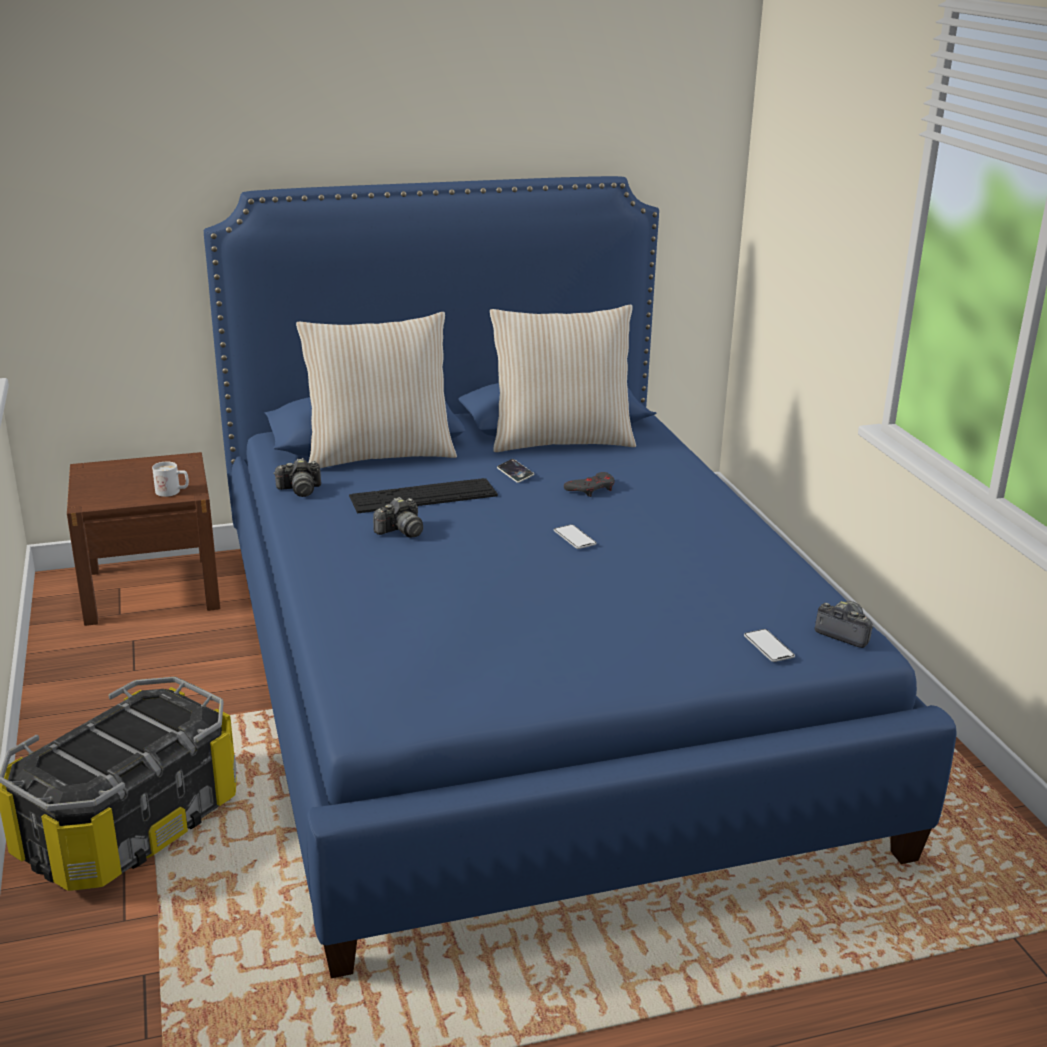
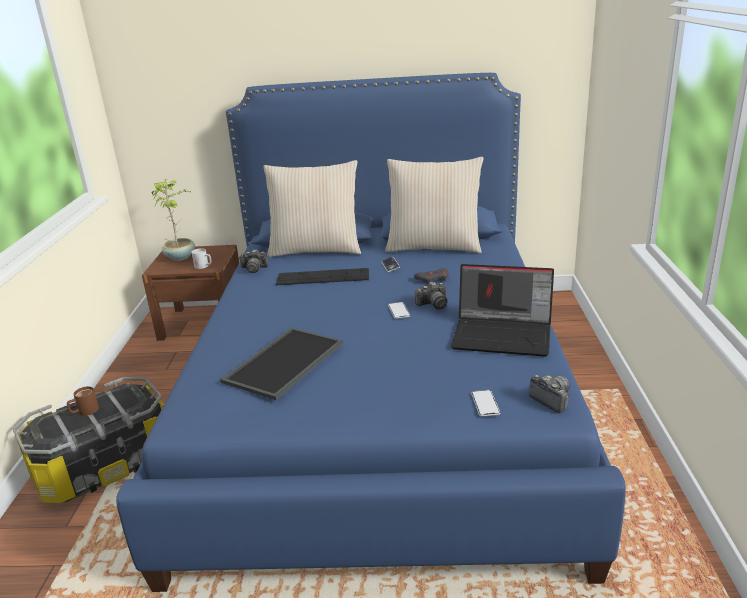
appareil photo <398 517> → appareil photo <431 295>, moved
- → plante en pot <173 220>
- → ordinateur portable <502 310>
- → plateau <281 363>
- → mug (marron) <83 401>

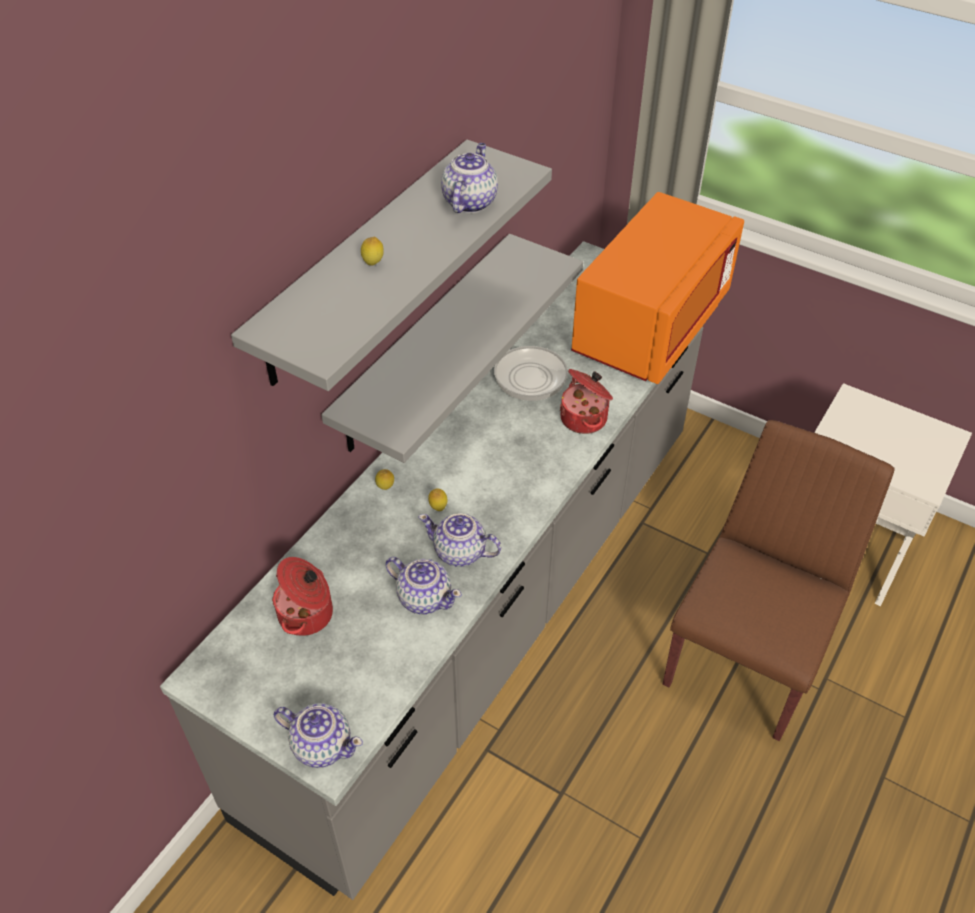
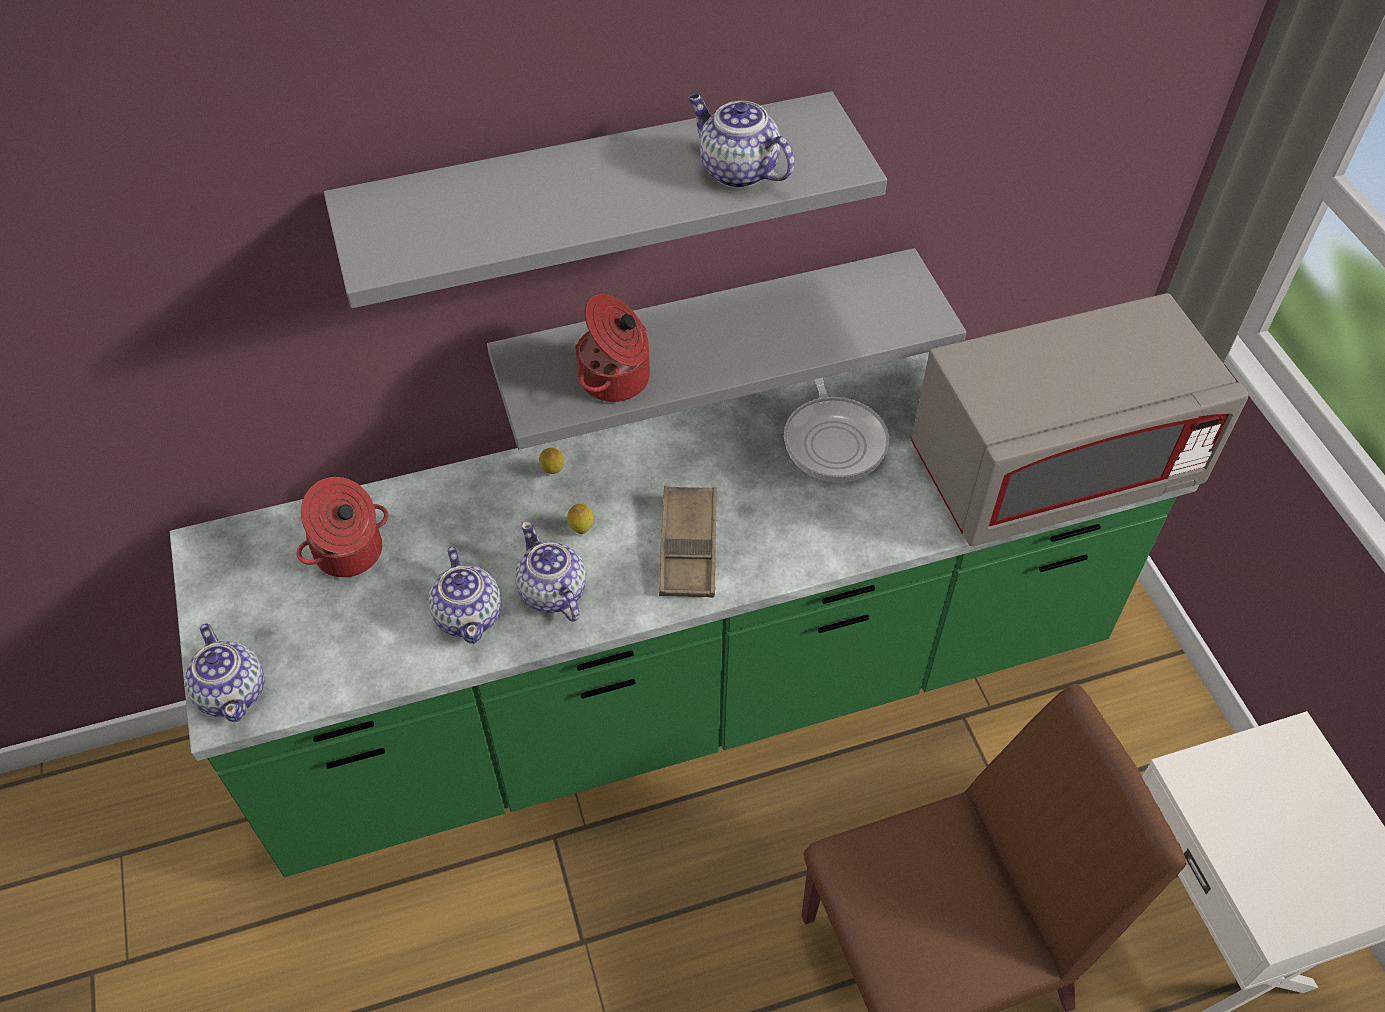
théière <469 178> → théière <741 141>, 105 degrees counterclockwise
micro-ondes (orange) <657 288> → micro-ondes (gris) <1079 419>
citron <372 251> → -
comptoir de cuisine (gris) <431 570> → comptoir de cuisine (vert) <684 614>
marmite <586 401> → marmite <612 348>, moved
- → plateau (marron) <688 542>

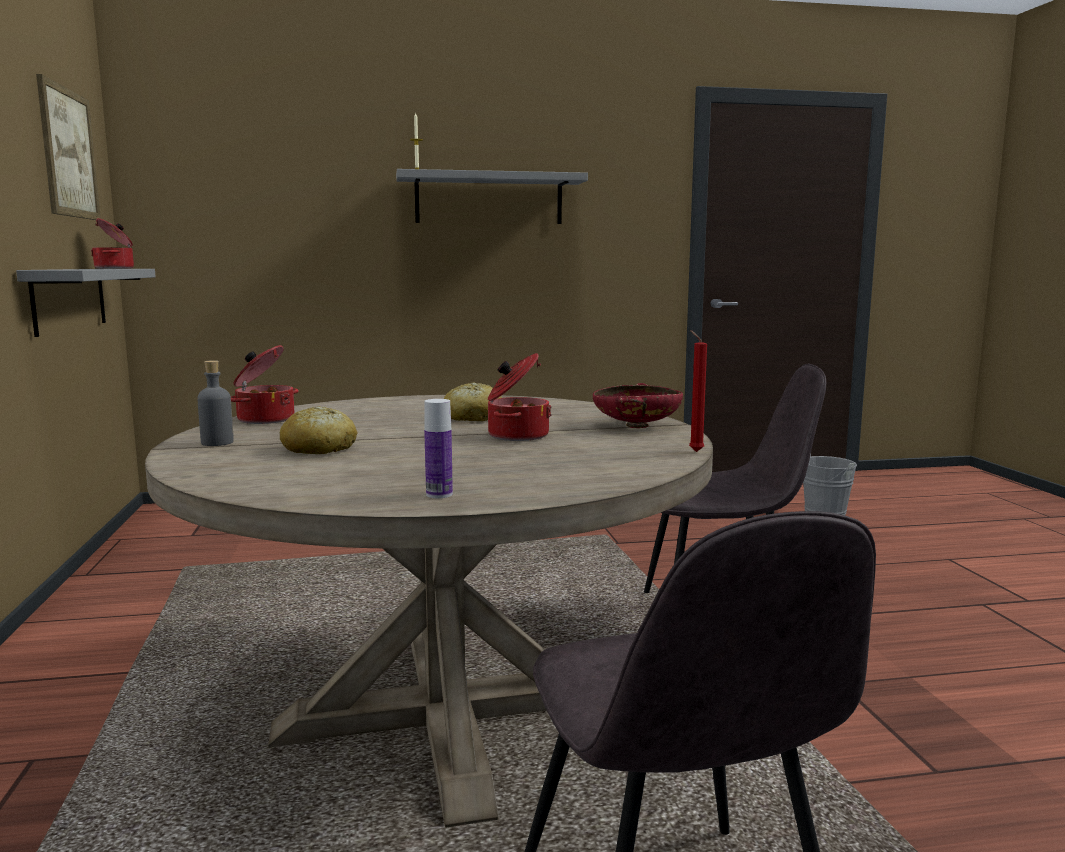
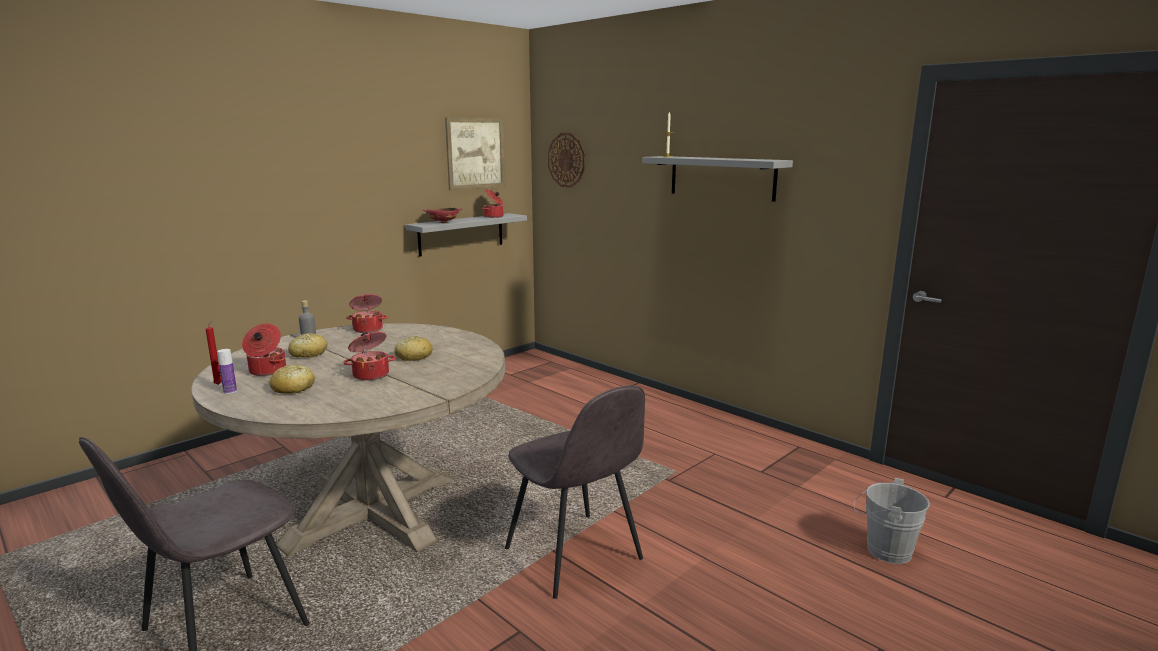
bougie (rouge) <698 391> → bougie (rouge) <214 352>, moved
bol (rouge) <638 405> → bol (rouge) <442 215>, moved
- → horloge murale <566 160>
- → marmite <264 350>
- → pain <292 379>

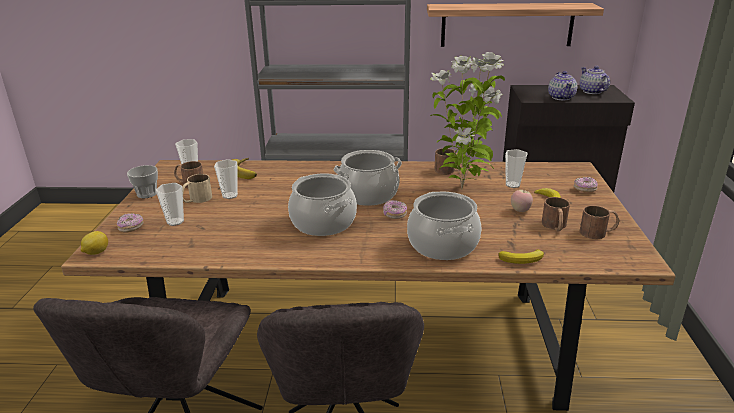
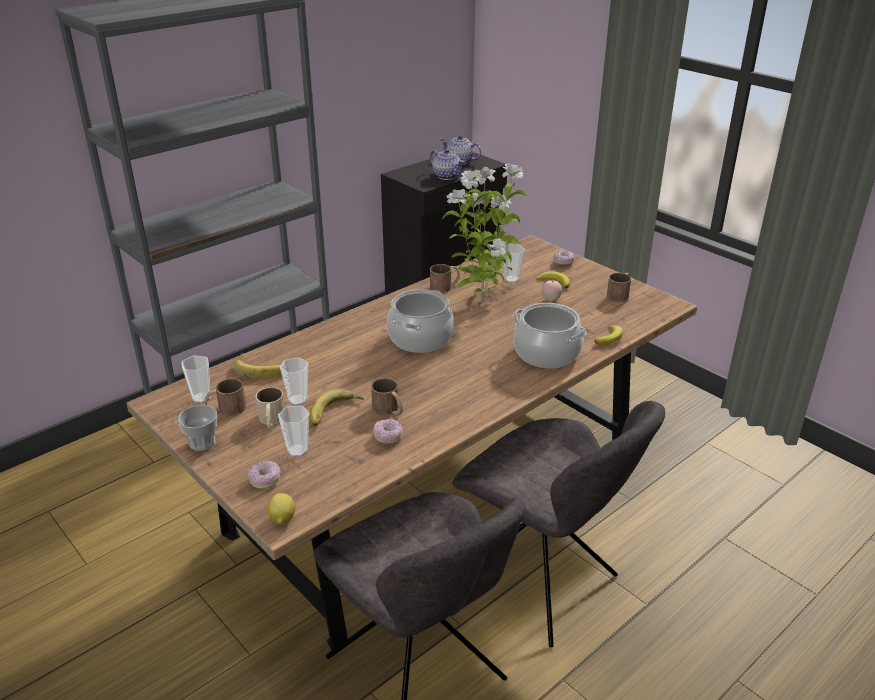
étagère <515 25> → -
marmite <322 204> → -
mug (marron) <556 214> → mug (marron) <387 396>, moved
beignet <395 209> → beignet <388 431>, moved
- → banane <336 407>

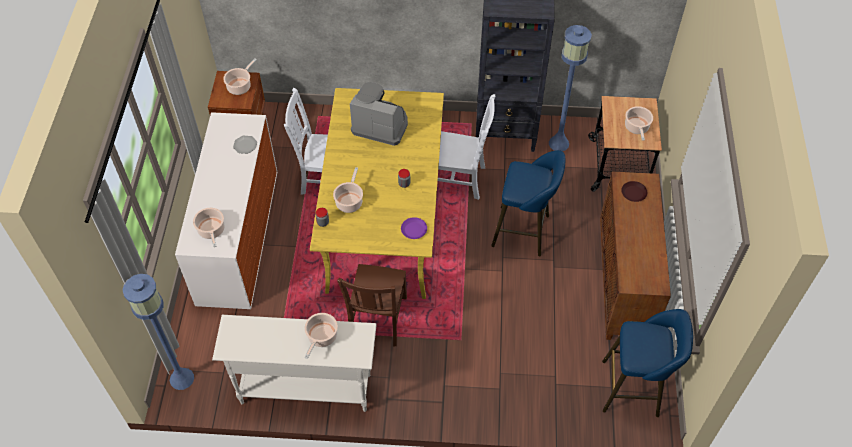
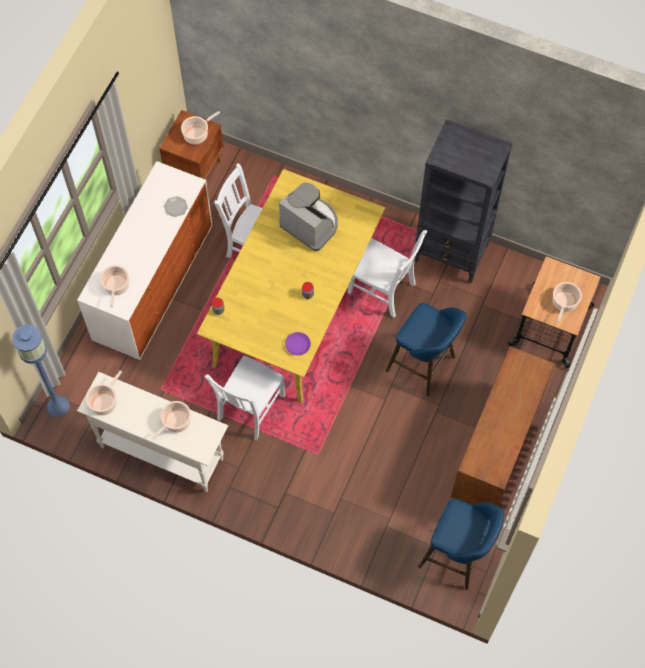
lampadaire (bleu) <570 88> → -
marmite <348 190> → marmite <104 393>, moved
assiette (marron) <634 191> → -
chaise (marron) <372 305> → chaise (blanc) <245 397>

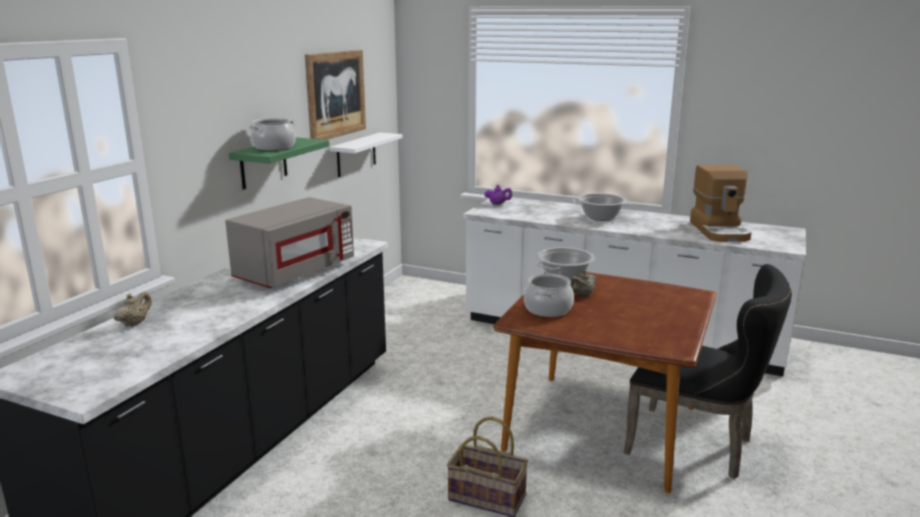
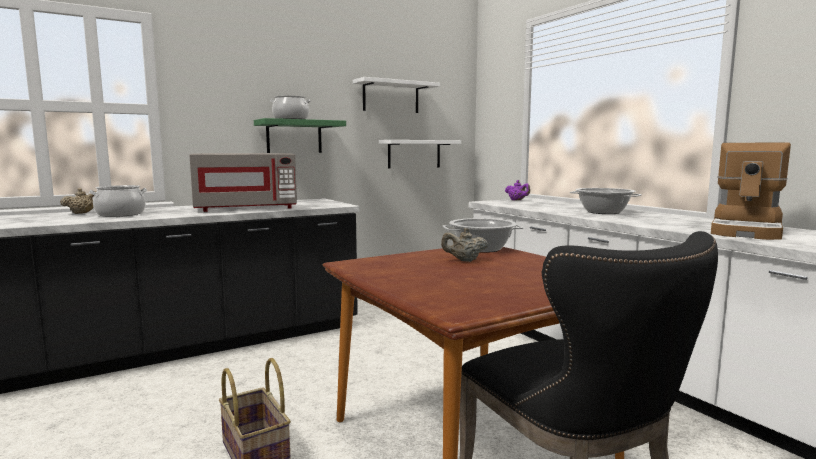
tableau <335 95> → étagère (blanc) <396 95>
marmite <549 295> → marmite <118 201>, moved

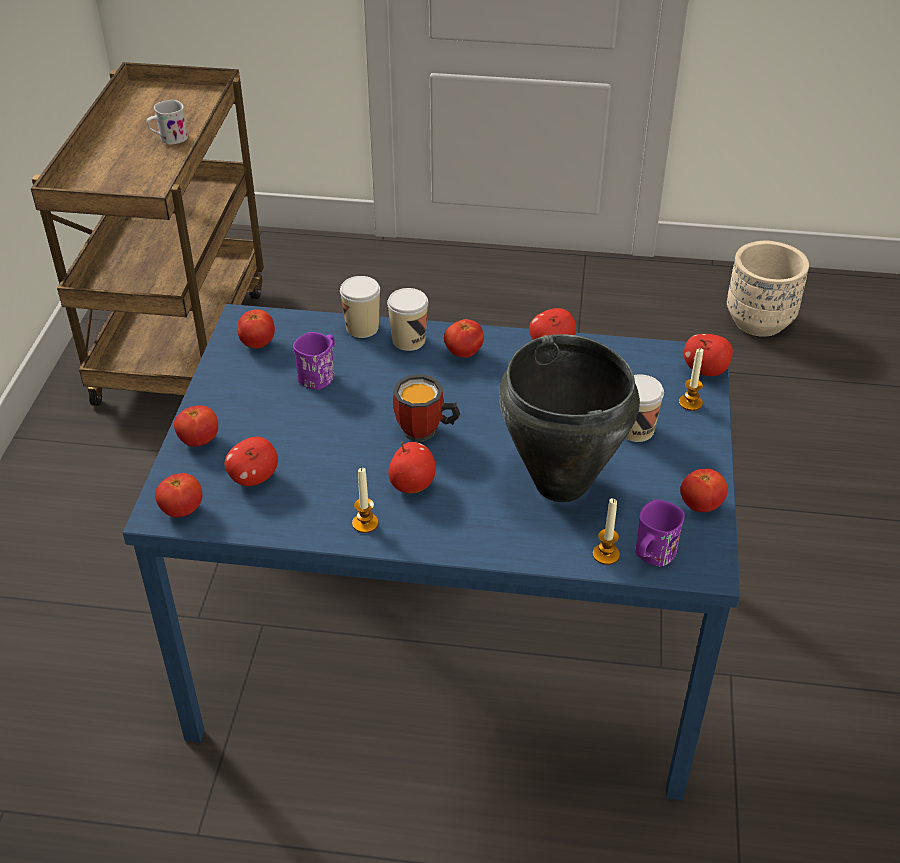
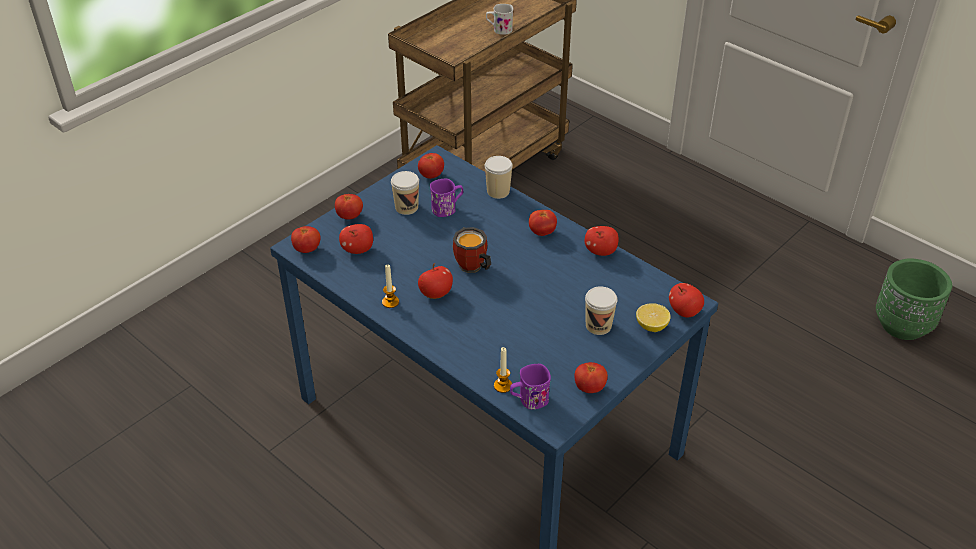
cache-pot (beige) <768 289> → cache-pot (vert) <914 299>
tasse <407 319> → tasse <405 193>, moved
marmite (noir) <569 418> → -
bougie <691 379> → citron <653 317>

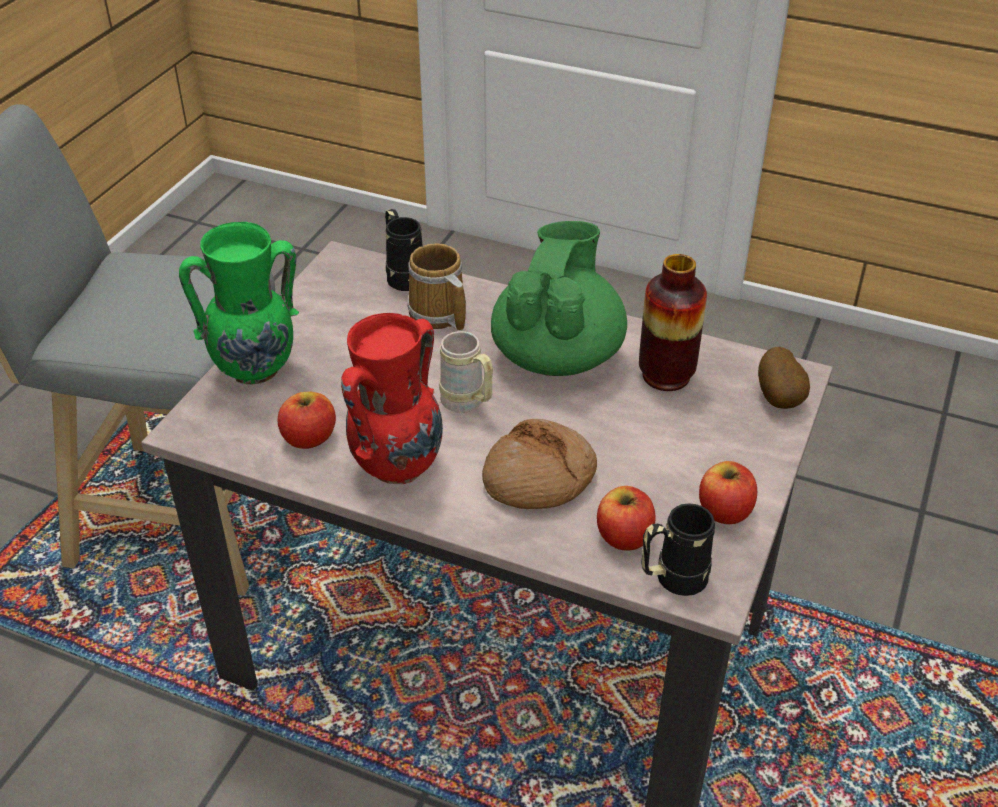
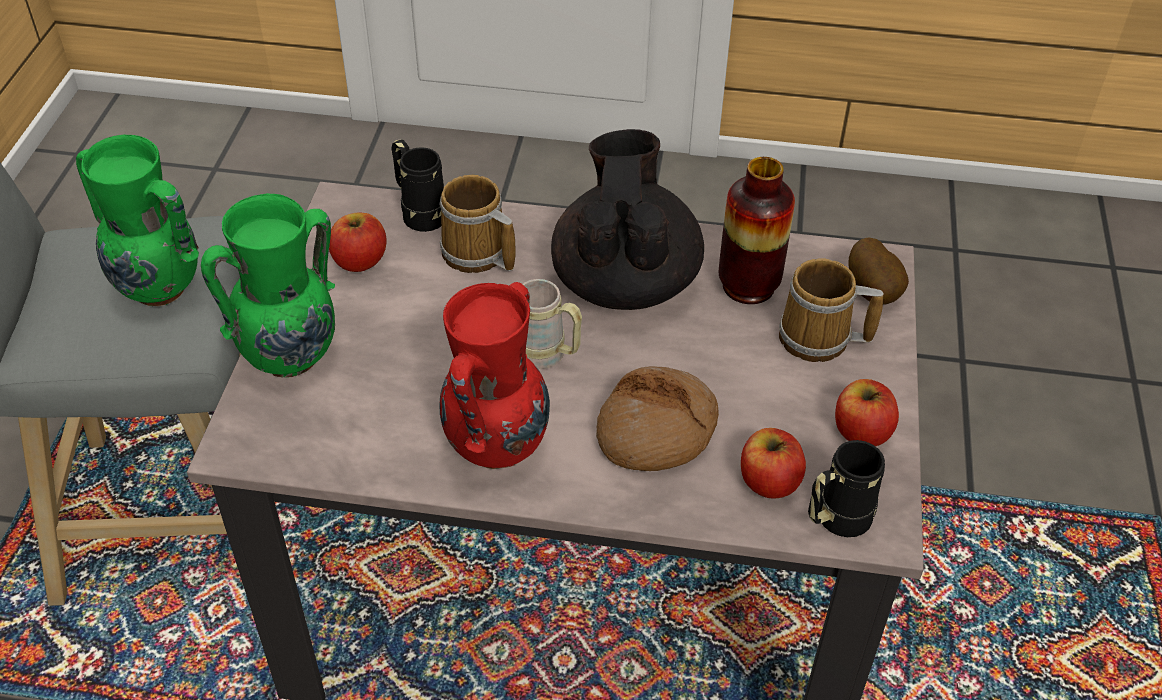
théière (vert) <559 298> → théière (noir) <627 219>
pomme <306 420> → pomme <357 242>, moved
- → vase (vert) <137 220>
- → mug <831 310>

